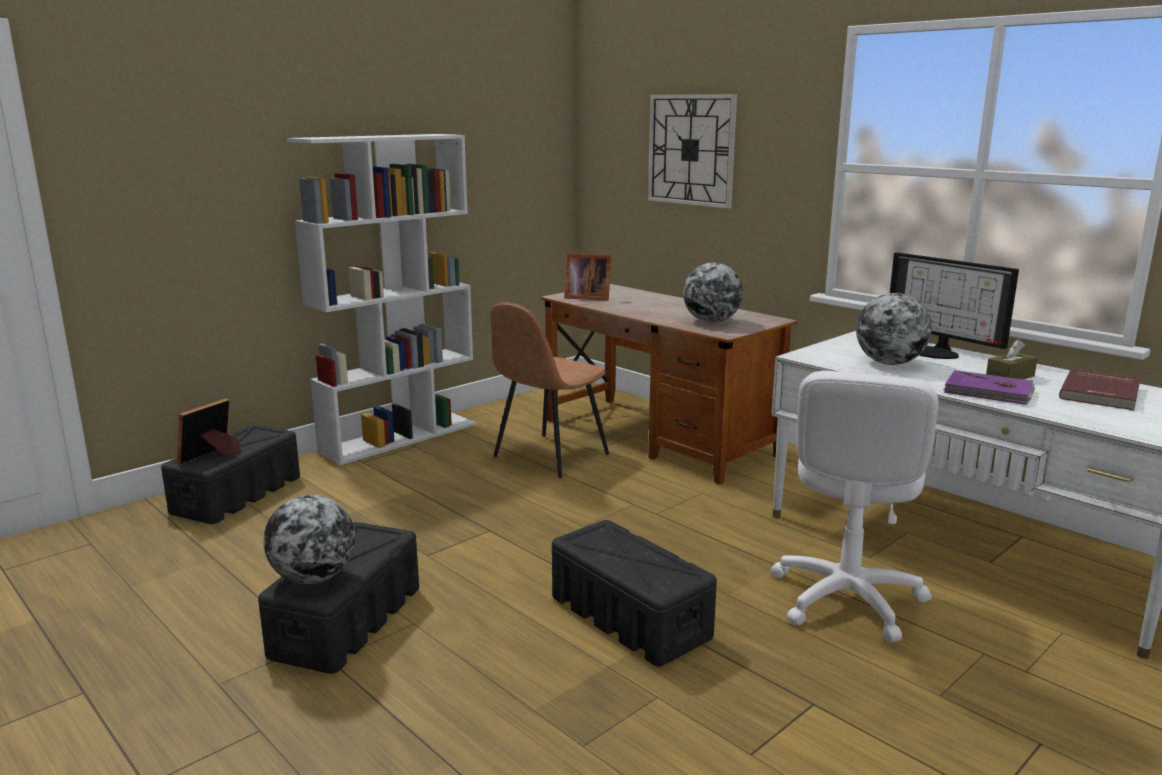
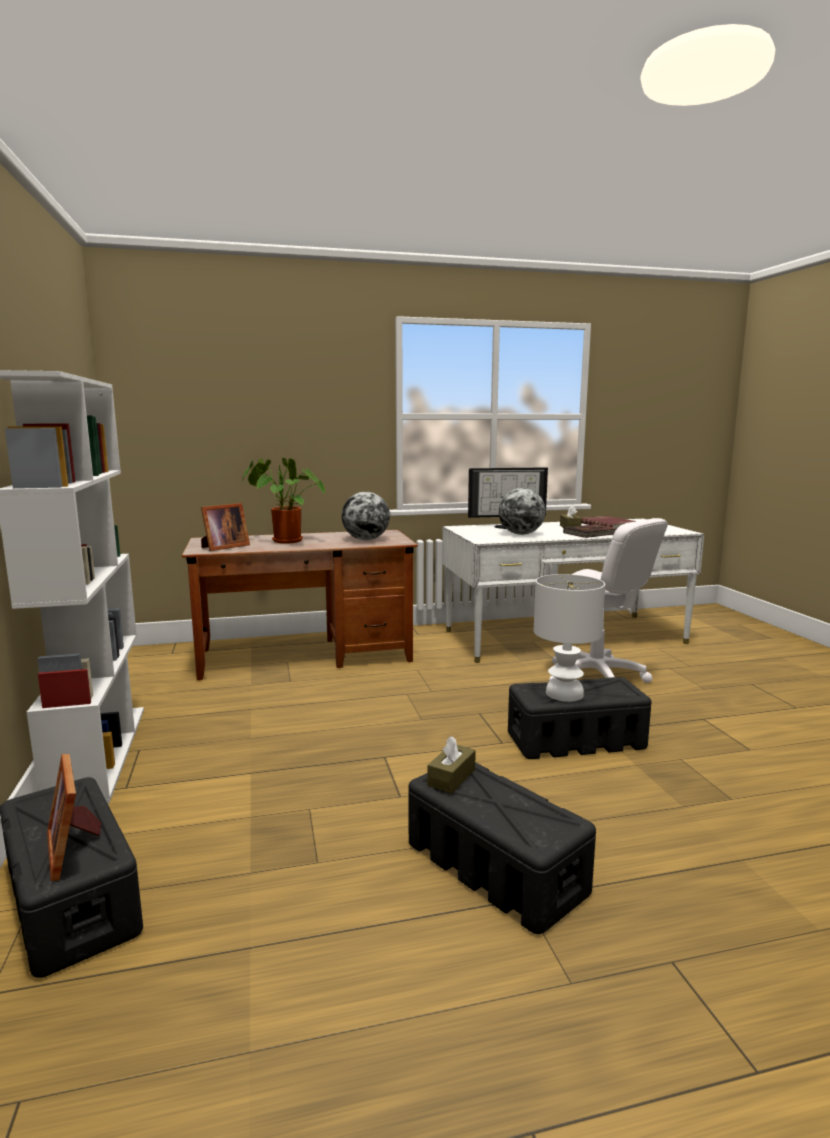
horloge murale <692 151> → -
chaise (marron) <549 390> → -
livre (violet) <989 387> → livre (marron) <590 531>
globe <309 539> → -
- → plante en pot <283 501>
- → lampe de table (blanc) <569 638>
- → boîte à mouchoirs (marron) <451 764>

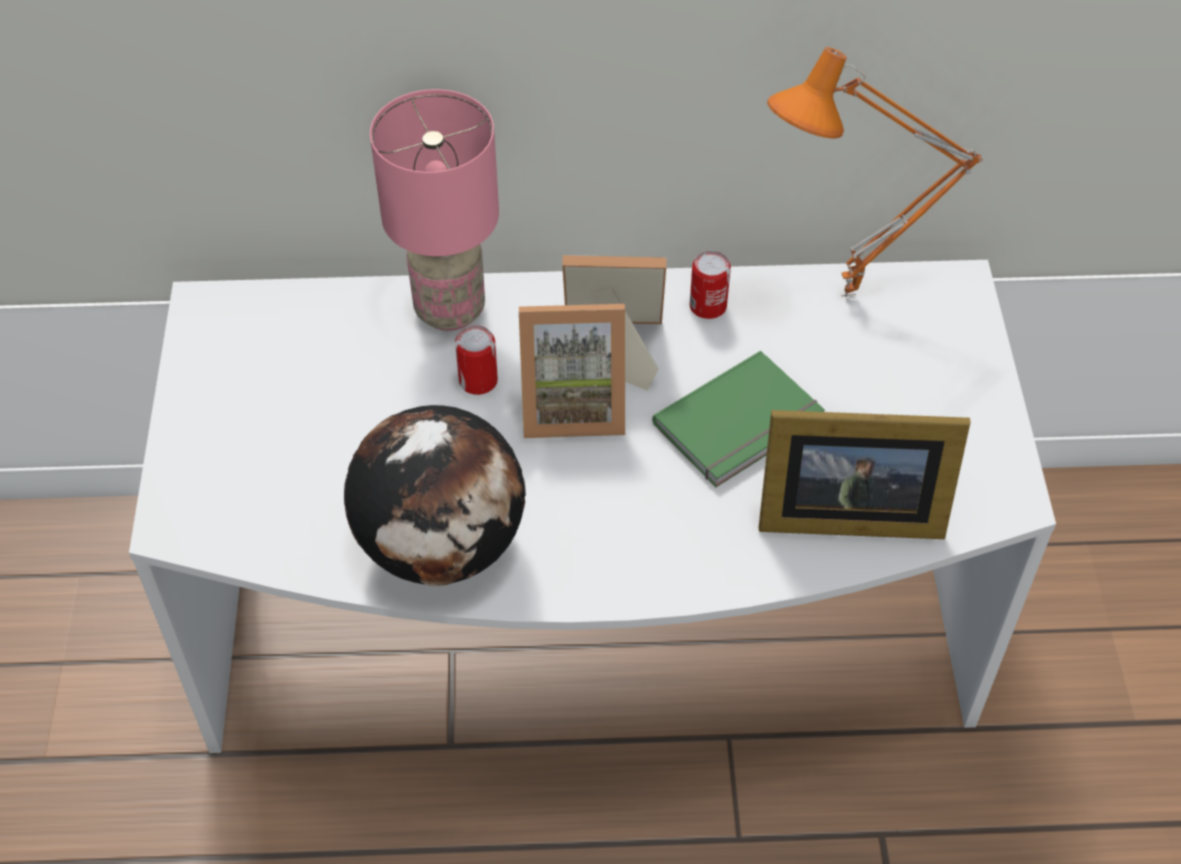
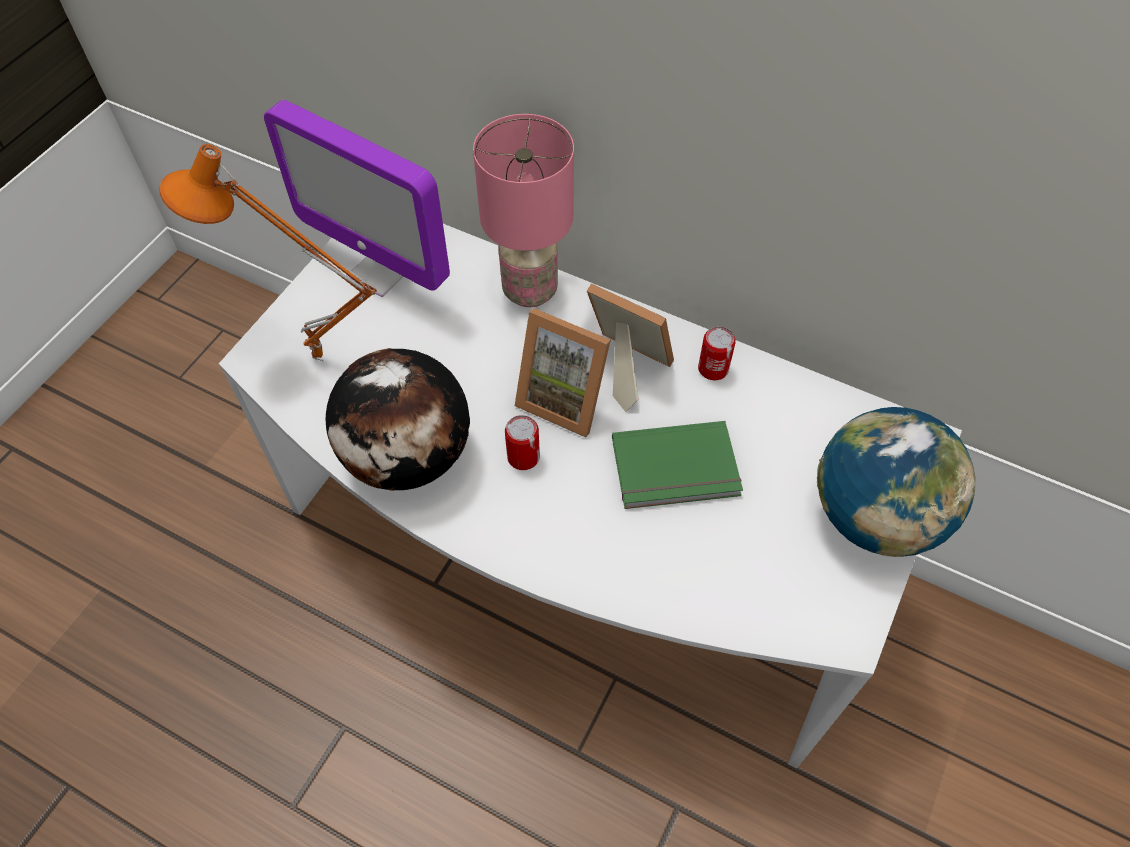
lampe de table (orange) <874 172> → lampe de table (orange) <268 252>, moved
boîte métallique <476 360> → boîte métallique <522 442>, moved
cadre photo <865 474> → -
- → écran d'ordinateur <357 198>
- → globe <896 482>

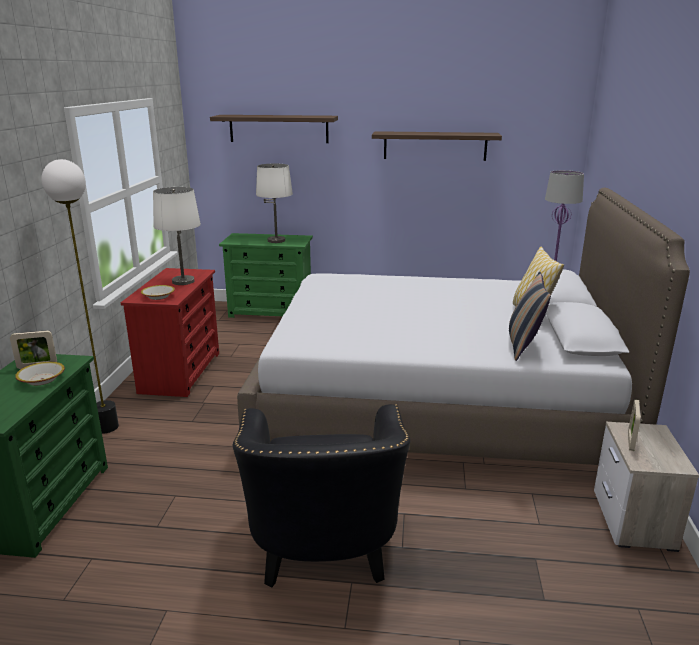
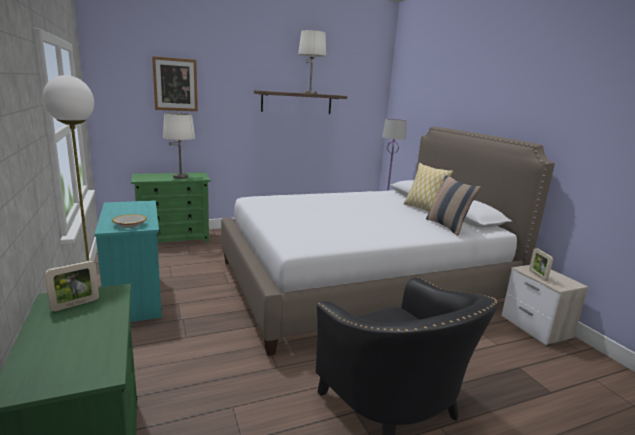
étagère <274 129> → tableau <175 83>
lampe de table (blanc) <177 236> → lampe de table (blanc) <312 62>, moved
commode (rouge) <170 332> → commode (turquoise) <128 261>
bol <40 373> → -

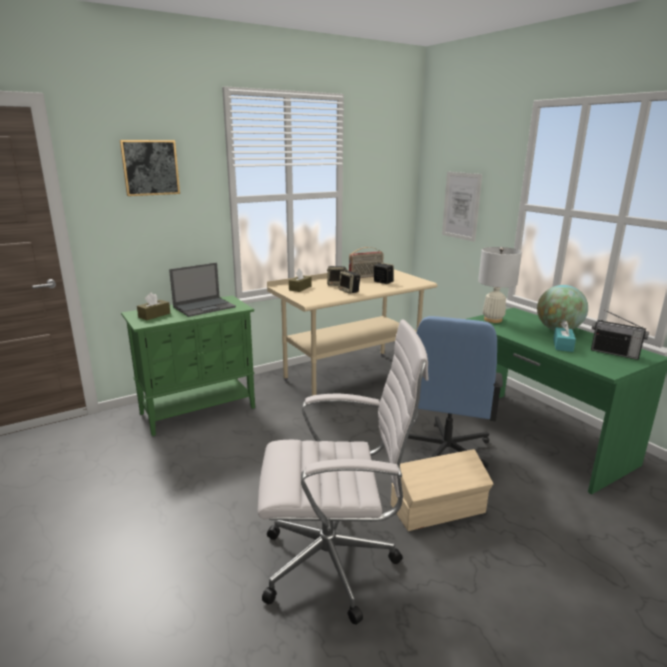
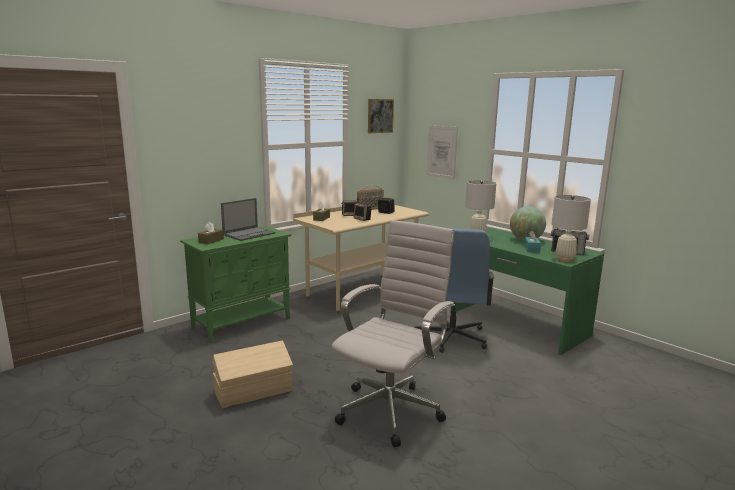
tableau <150 168> → tableau <381 116>, moved
chaise de bureau (blanc) <343 472> → chaise de bureau (blanc) <393 333>, 45 degrees counterclockwise
boîte de rangement (beige) <442 490> → boîte de rangement (beige) <253 375>, moved
- → lampe de table (blanc) <571 228>

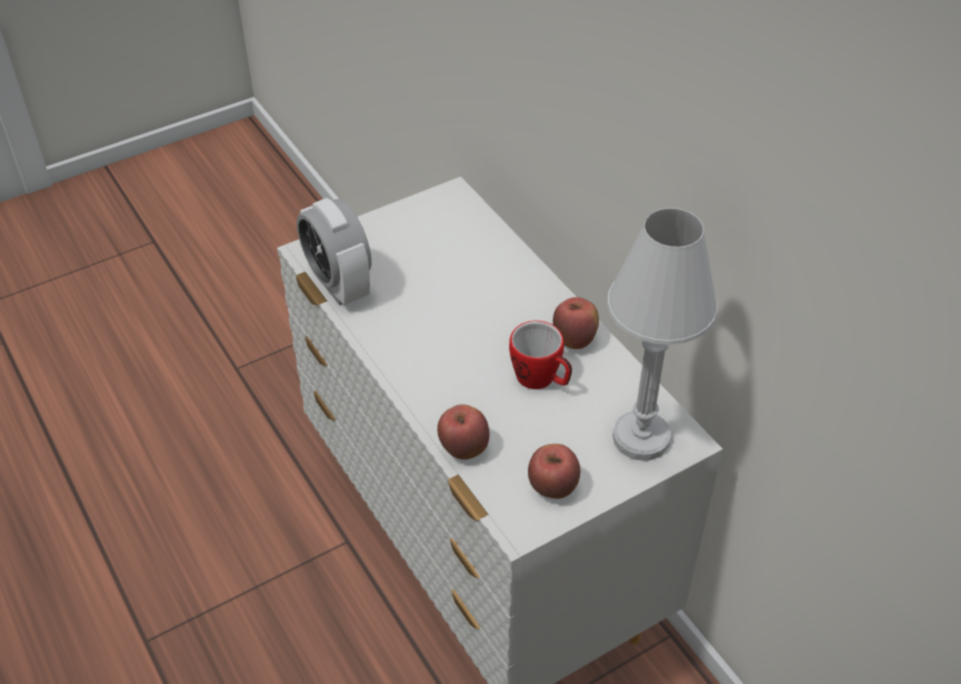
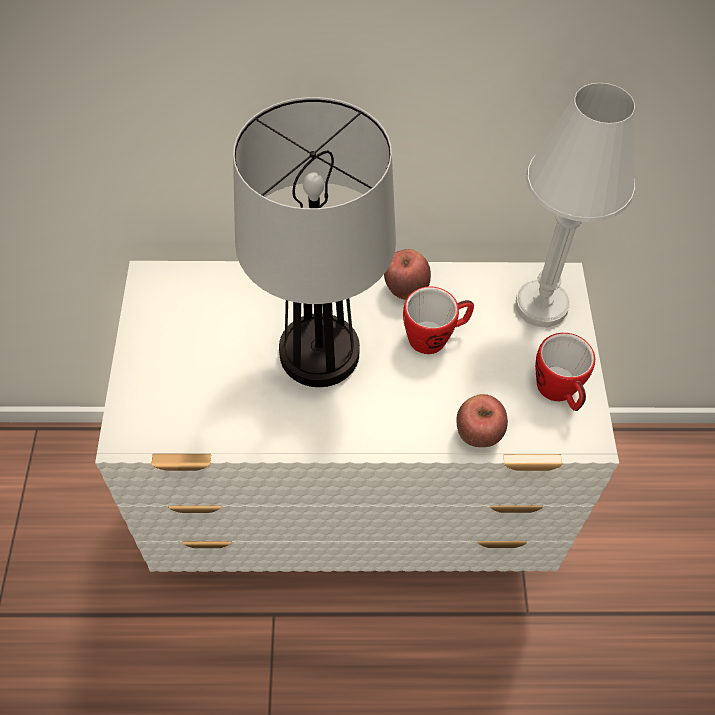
réveil <334 251> → -
pomme <554 471> → mug <565 372>
- → lampe de table <314 242>

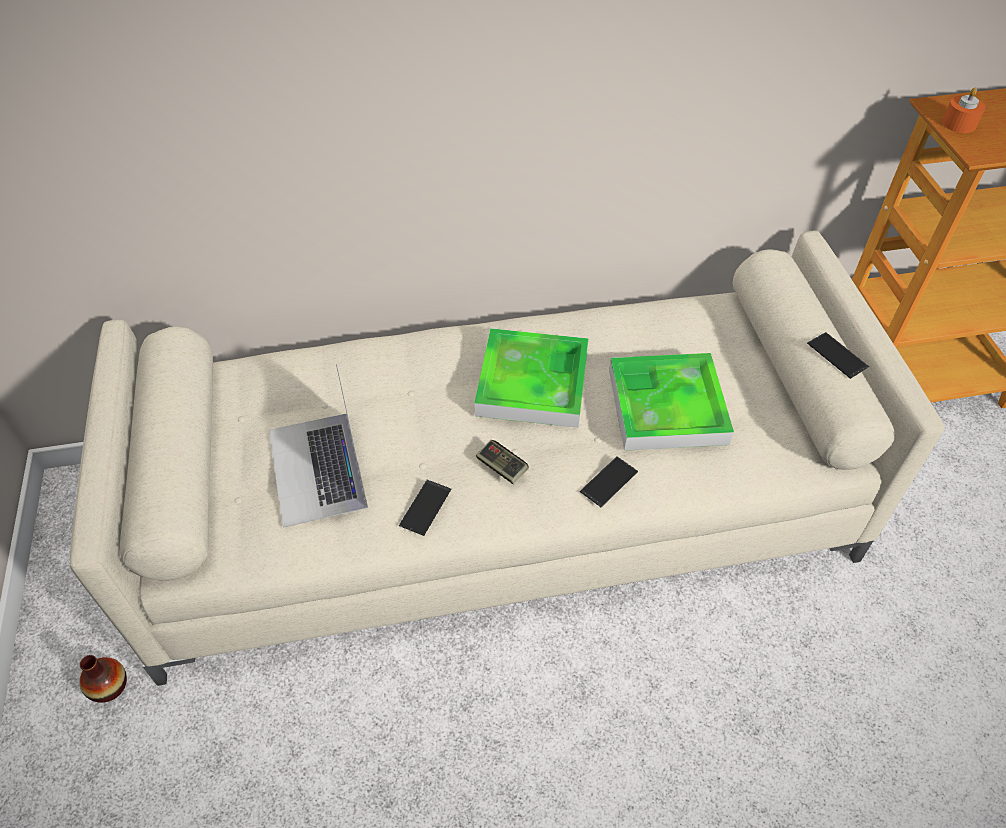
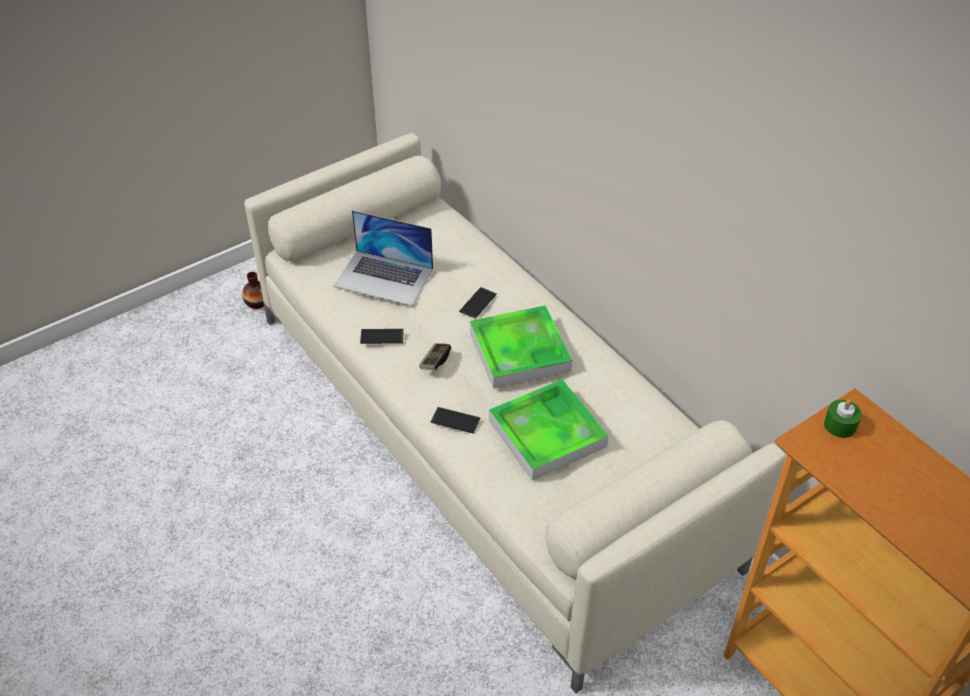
bougie (orange) <963 110> → bougie (vert) <843 418>
téléphone <838 355> → téléphone <478 303>, moved
ordinateur portable <318 446> → ordinateur portable <383 258>, 120 degrees counterclockwise

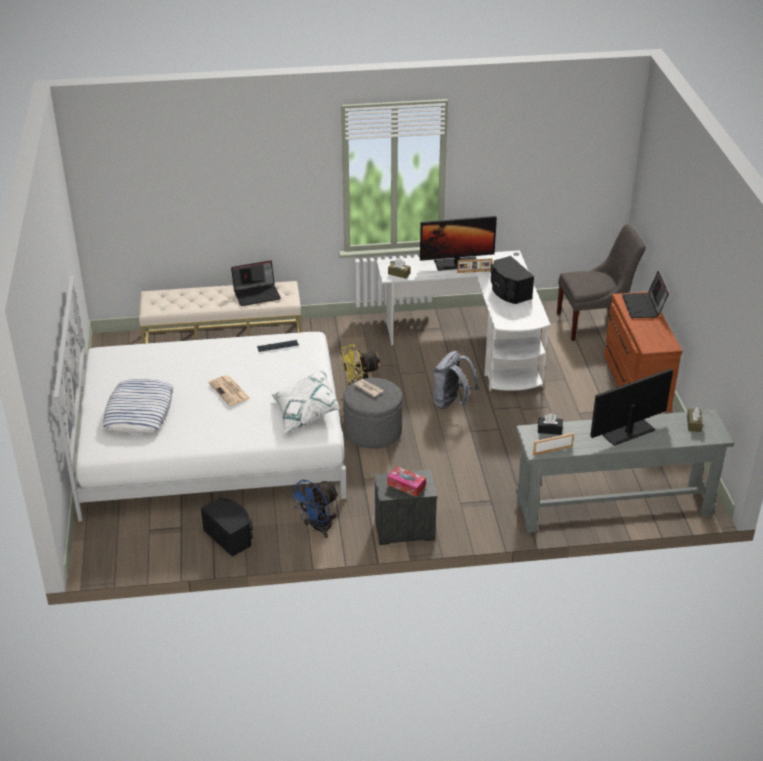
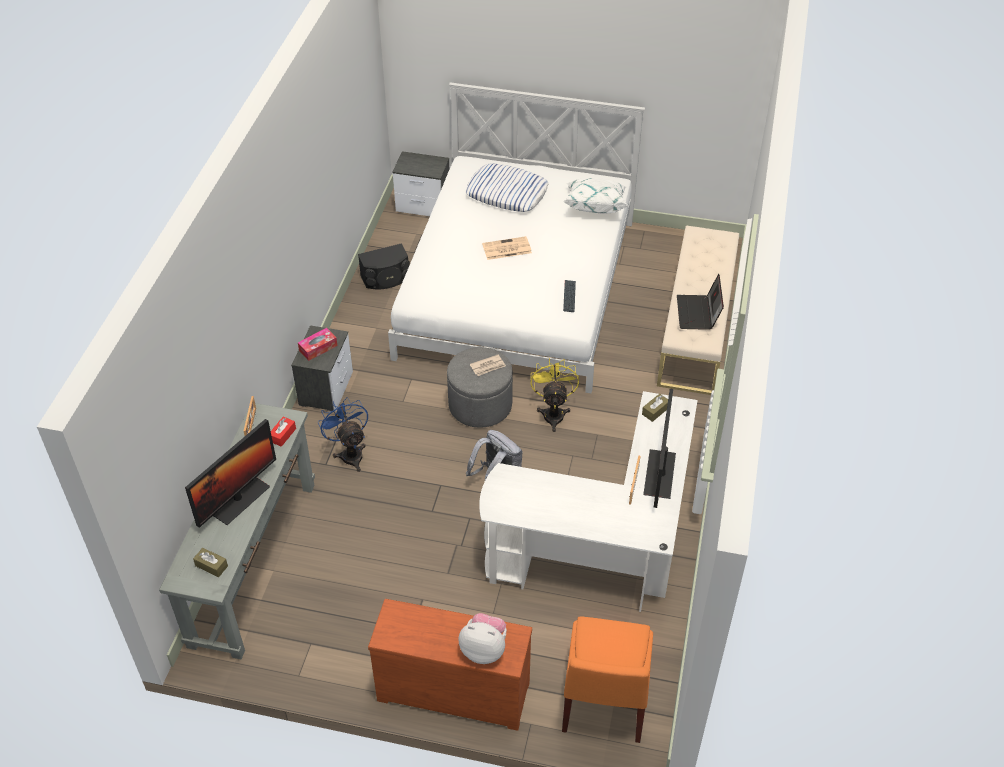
chaise (gris) <601 282> → chaise (orange) <607 679>
enceinte (noir) <512 280> → -
ordinateur portable <645 294> → peluche <482 638>
écran d'ordinateur <631 407> → écran d'ordinateur <230 473>, 45 degrees clockwise
coussin (blanc) <306 401> → coussin (blanc) <596 196>, moved
boîte à mouchoirs (noir) <550 424> → boîte à mouchoirs (rouge) <283 432>
ventilateur (bleu) <314 509> → ventilateur (bleu) <343 434>, moved
- → table de chevet <420 183>

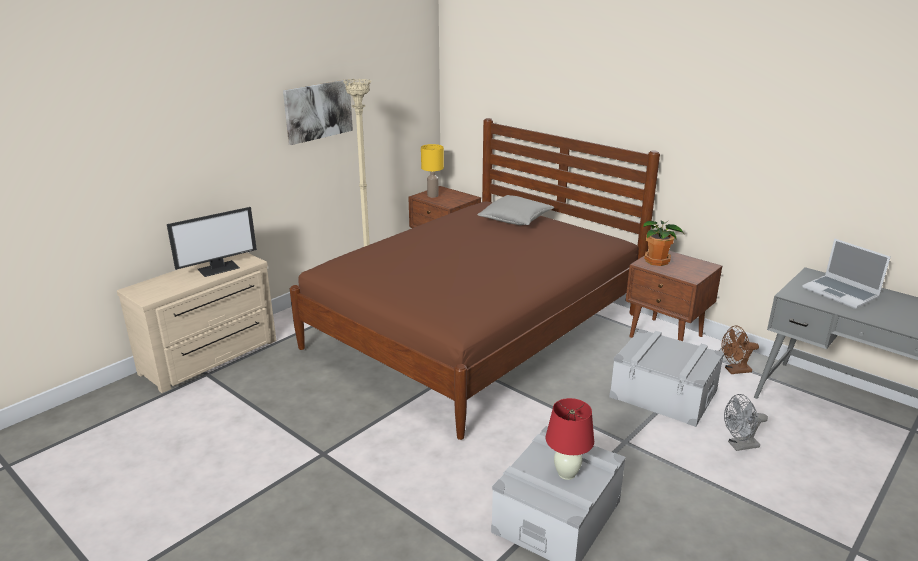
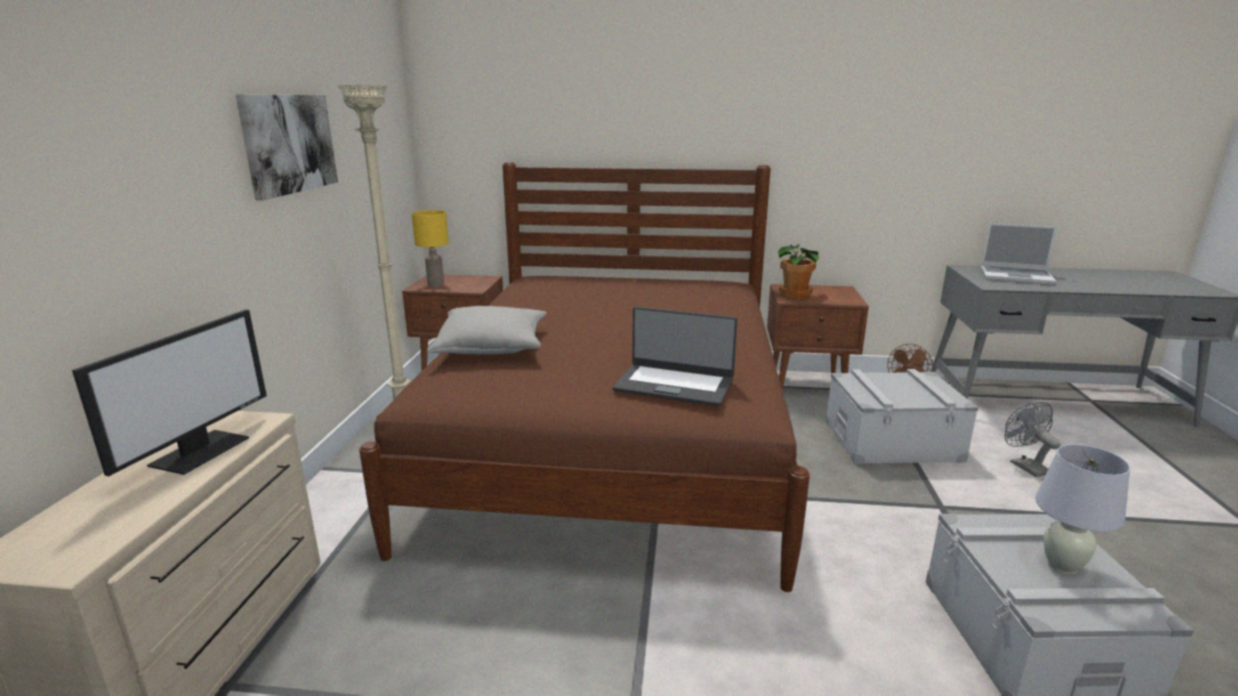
coussin (gris) <515 210> → coussin (gris) <487 330>, moved
ventilateur (gris) <746 422> → ventilateur (gris) <1033 439>, 120 degrees clockwise
lampe de table (rouge) <570 439> → lampe de table (blanc) <1082 509>
- → ordinateur portable <675 356>

